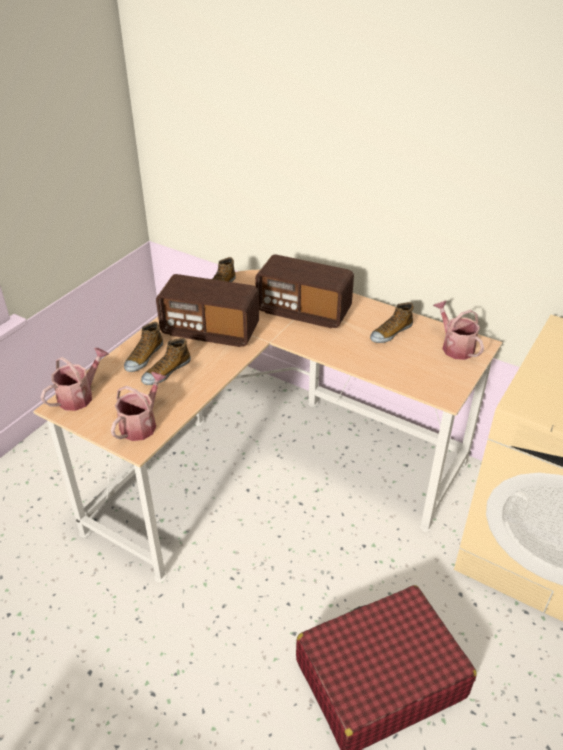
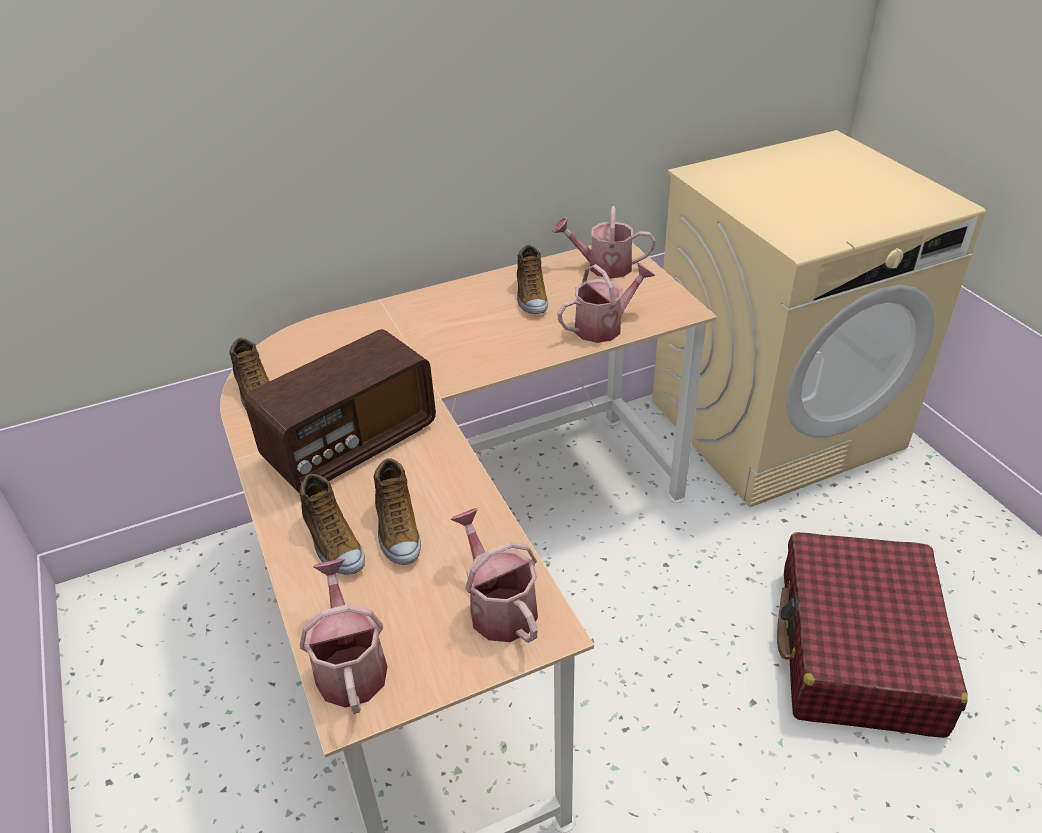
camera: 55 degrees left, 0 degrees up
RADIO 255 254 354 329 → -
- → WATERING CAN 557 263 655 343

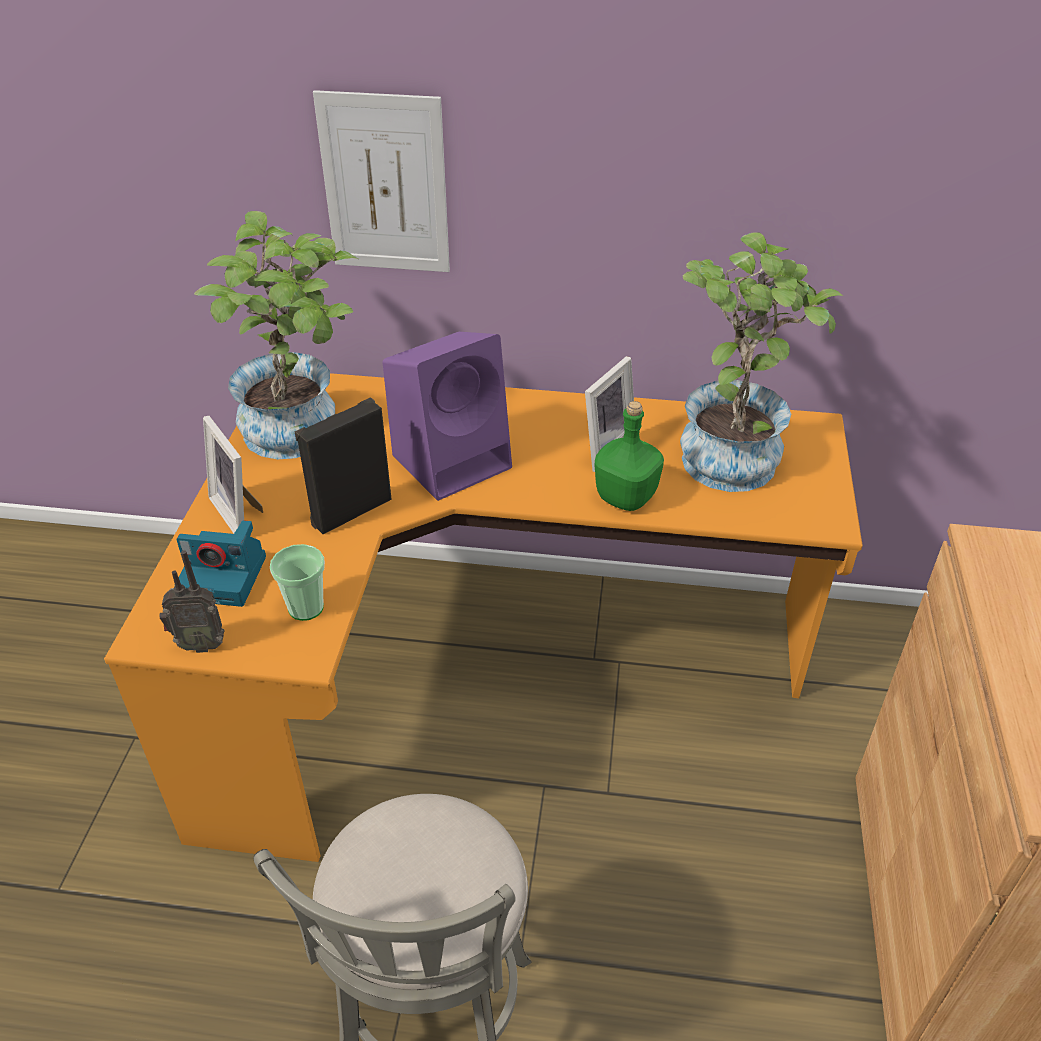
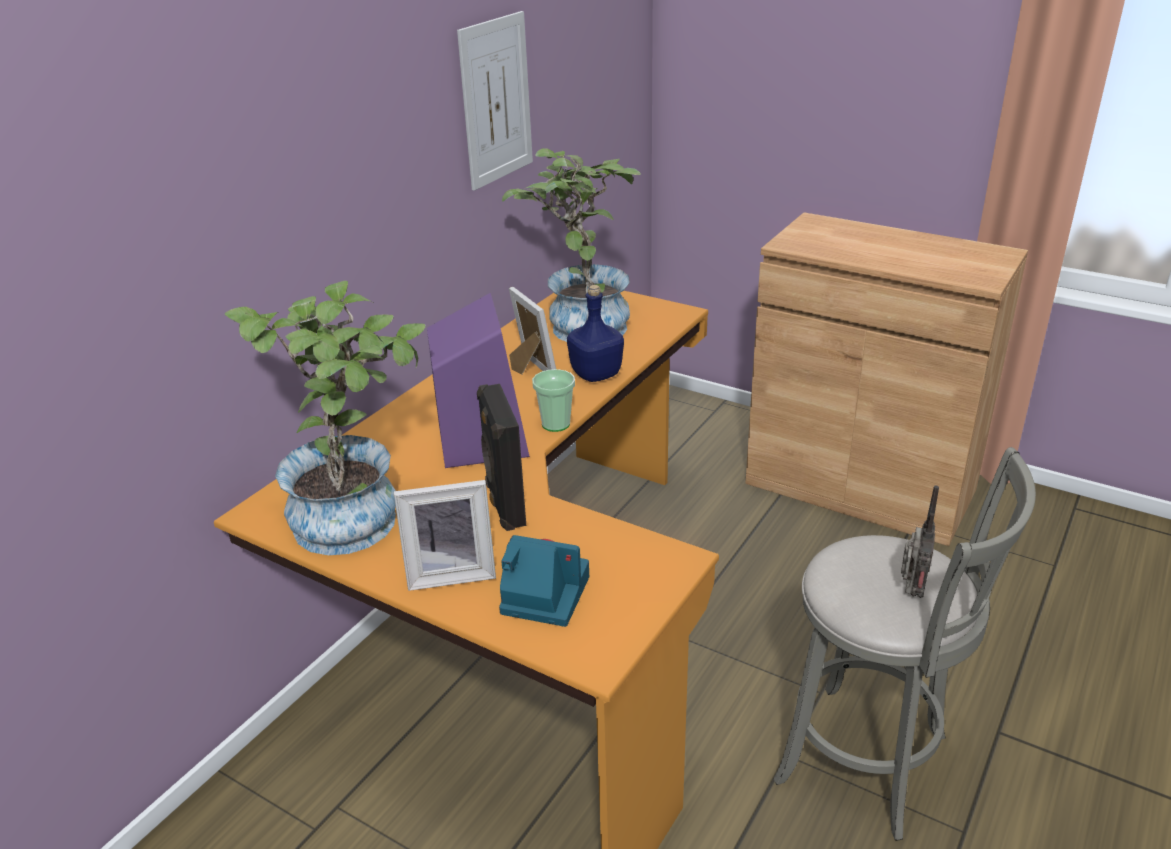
camera: 65 degrees left, 10 degrees down
RADIO 159 550 225 653 → RADIO 901 486 939 598, relocated
PHOTO CAMERA 177 520 266 607 → PHOTO CAMERA 499 535 589 627, 105 degrees counterclockwise
CUP 270 544 325 621 → CUP 532 369 575 432, relocated
PICTURE 313 90 450 272 → PICTURE 457 11 533 191, relocated
GREEN BOTTLE 595 401 664 511 → BLUE BOTTLE 567 285 624 382

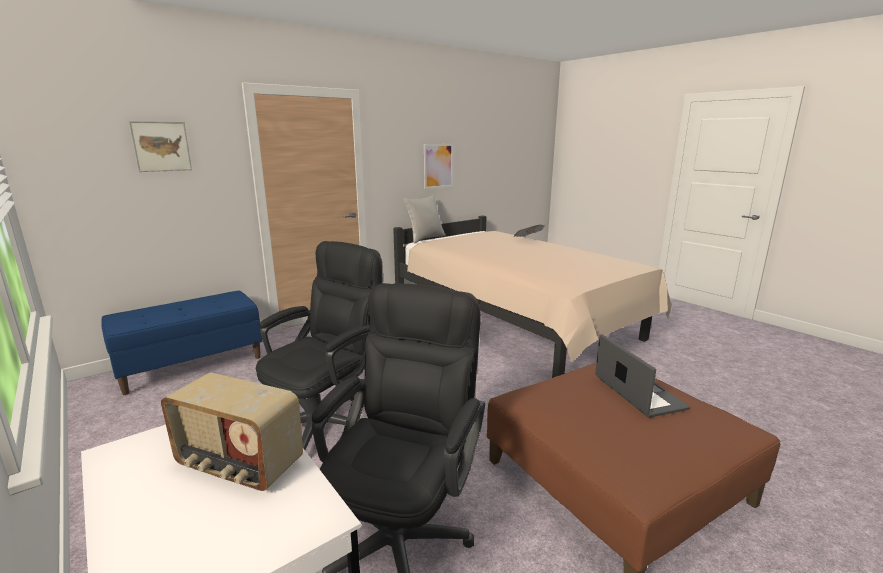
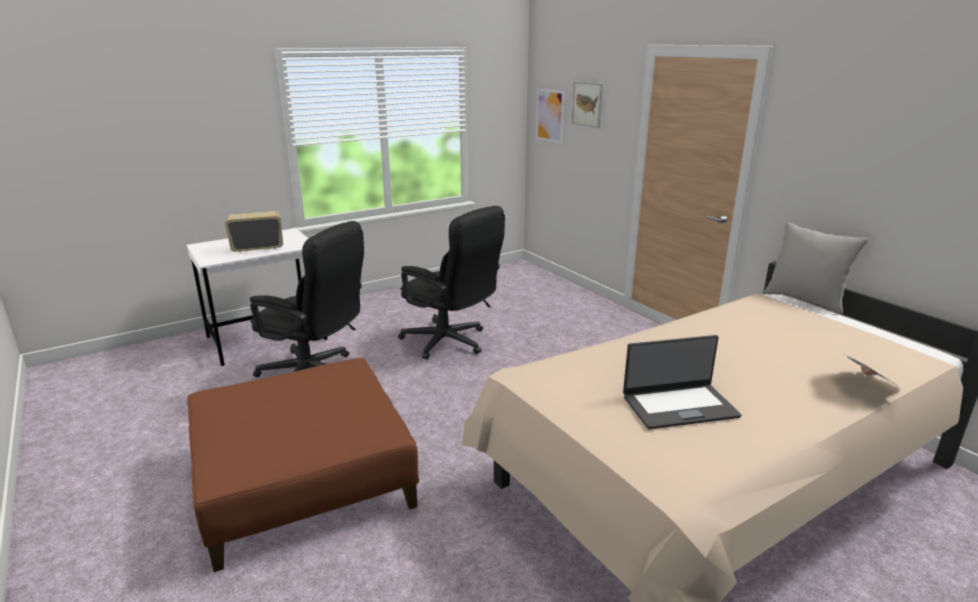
camera: 95 degrees right, 5 degrees up
BLUE BENCH 101 291 262 395 → -
RADIO 161 372 303 491 → RADIO 225 211 283 253, 45 degrees clockwise
PICTURE 424 144 453 189 → PICTURE 536 89 565 144, relocated
LAPTOP 595 334 690 418 → LAPTOP 623 335 741 429, relocated

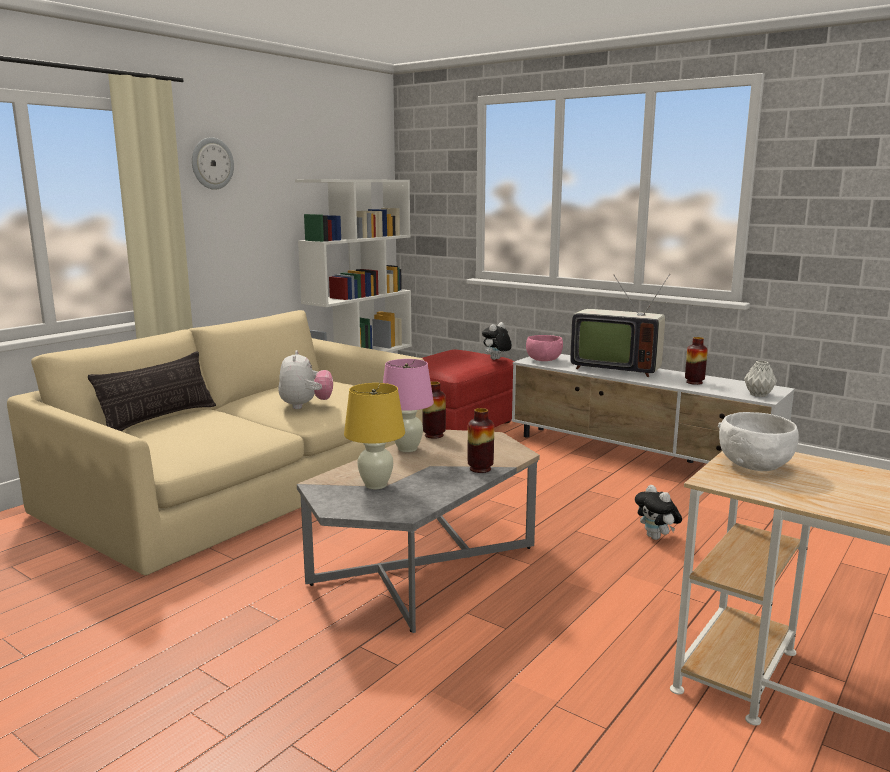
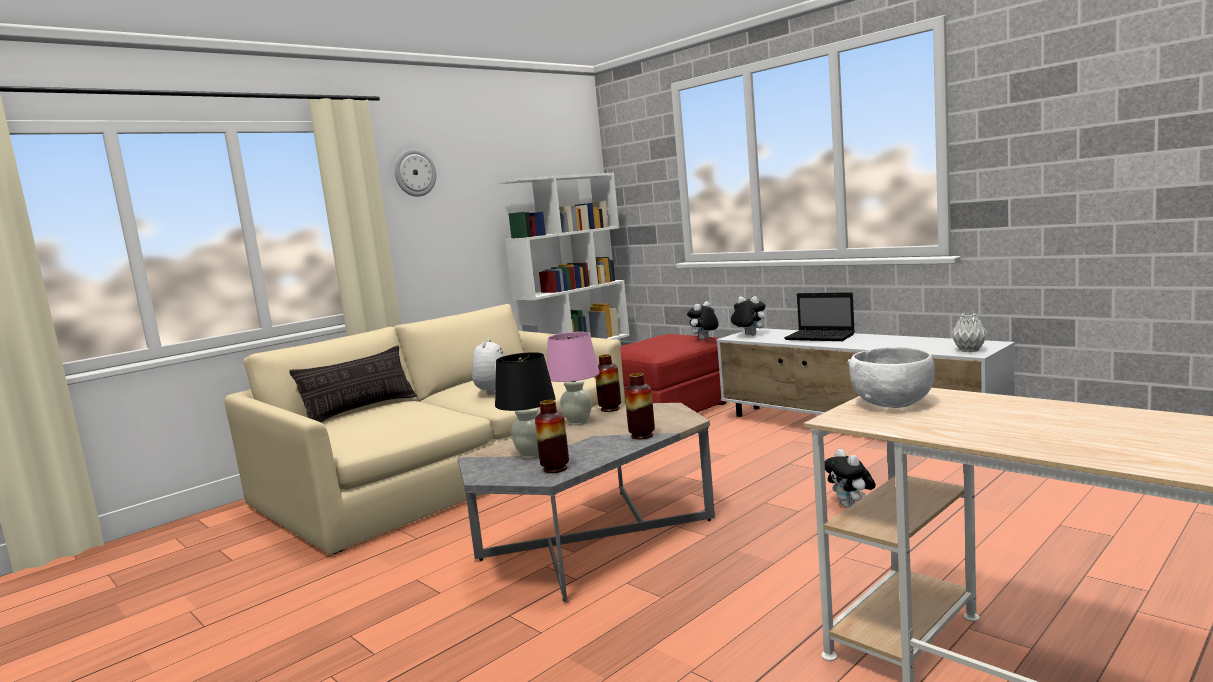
camera: 10 degrees right, 5 degrees down
YELLOW TABLE LAMP 344 383 405 489 → BLACK TABLE LAMP 495 352 556 459
PINK BOWL 526 335 563 361 → PLUSH TOY 731 296 766 336
TELEVISION 570 274 670 377 → LAPTOP 784 292 855 341
VASE 685 337 708 385 → VASE 535 400 569 473, relocated

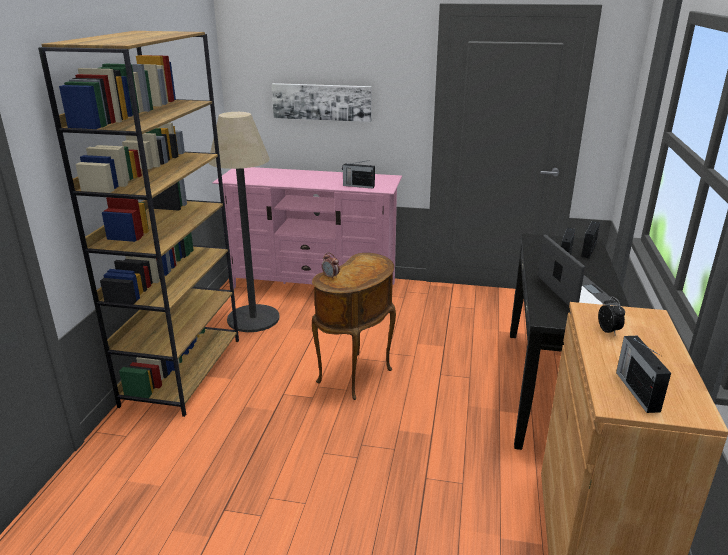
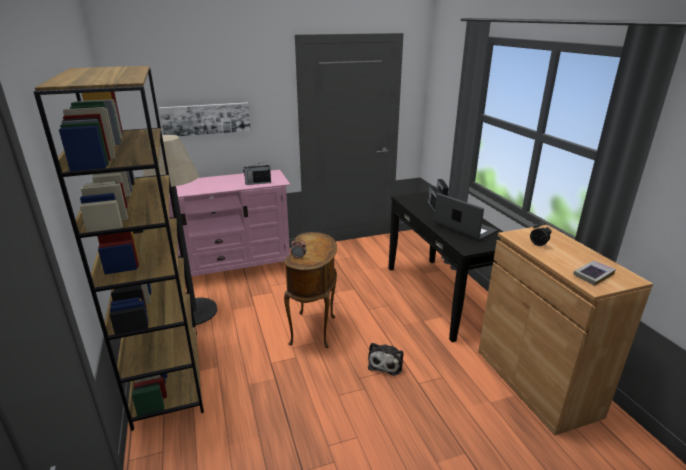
camera: 30 degrees left, 0 degrees up
RADIO 616 336 671 413 → BOOK 573 261 616 286
- → PLUSH TOY 368 343 403 376

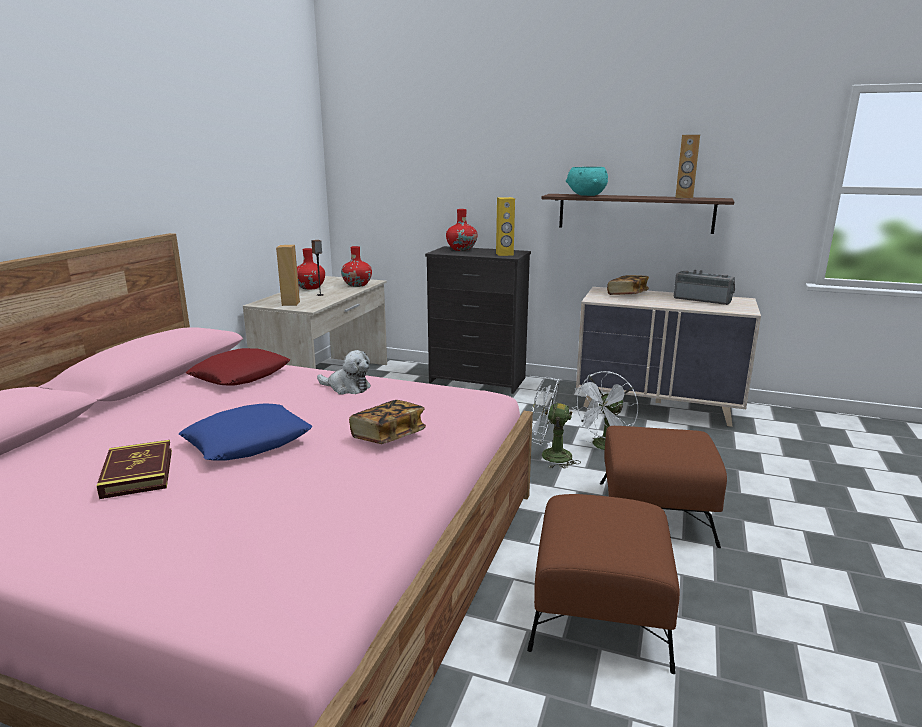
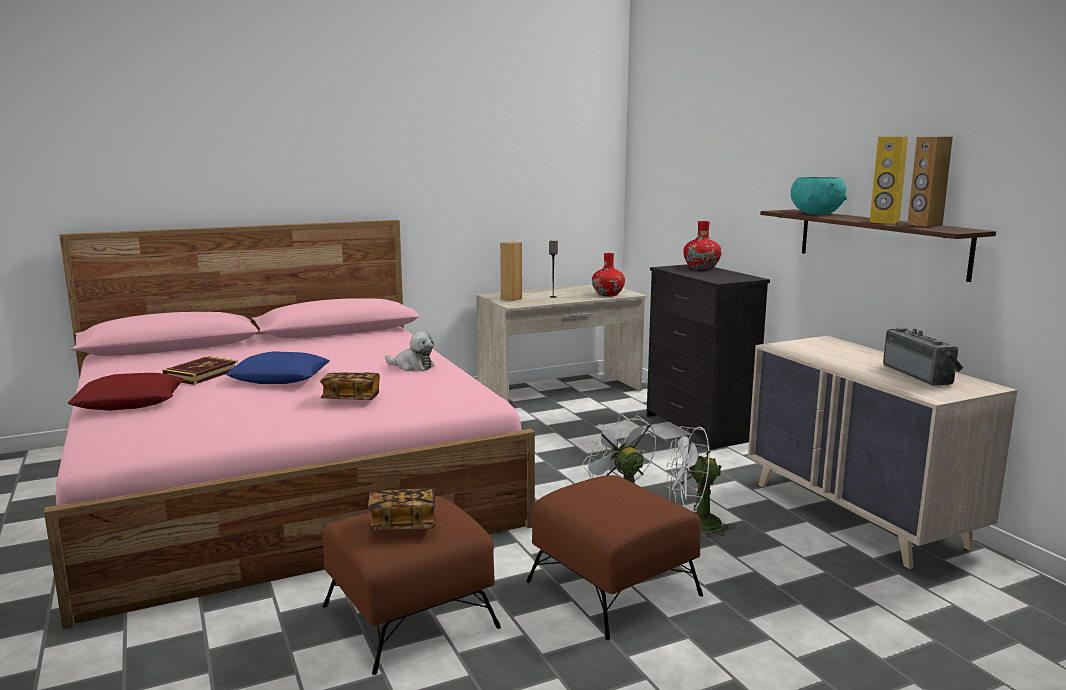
camera: 45 degrees right, 5 degrees down
RED PILLOW 186 348 290 386 → RED PILLOW 67 373 185 411, relocated
RED VASE 297 248 325 290 → -
PLUSH TOY 317 350 371 395 → PLUSH TOY 385 331 435 371, 45 degrees counterclockwise
YELLOW SPEAKER 496 197 515 256 → YELLOW SPEAKER 870 137 908 224, relocated
BOOK 607 275 649 295 → BOOK 368 488 436 530, relocated

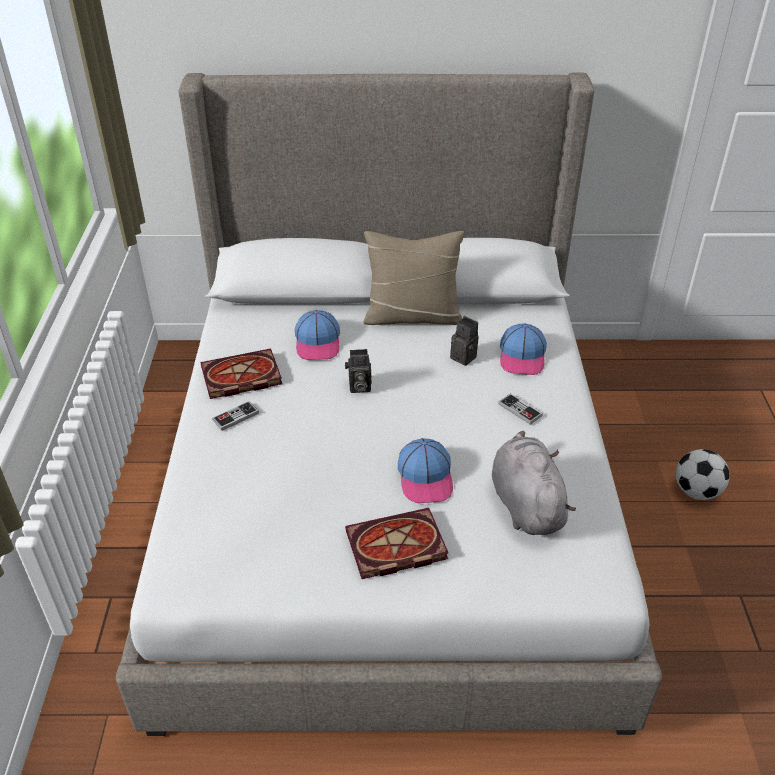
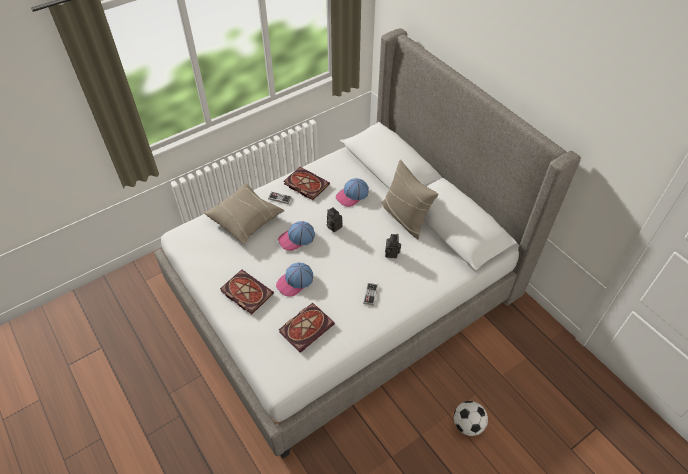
camera: 55 degrees right, 10 degrees up
GREY PLUSH TOY 492 431 576 535 → BOOK 279 303 335 353
CAP 500 323 547 375 → CAP 278 221 315 251, relocated
- → BEIGE PILLOW 204 183 285 244

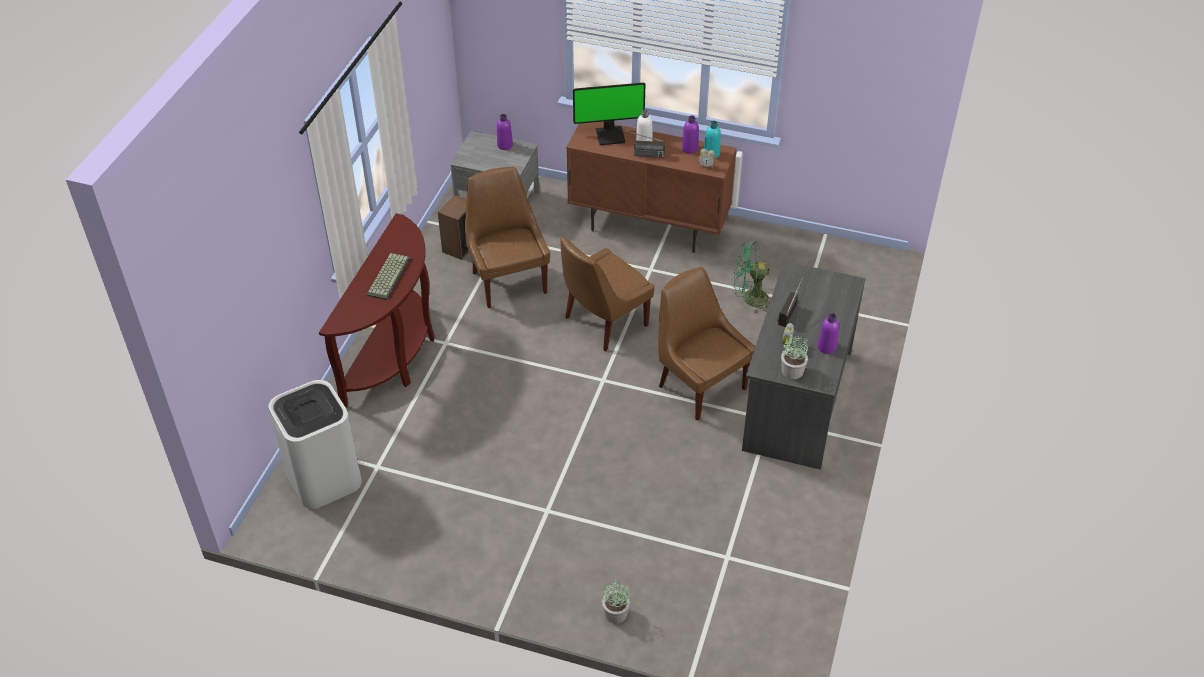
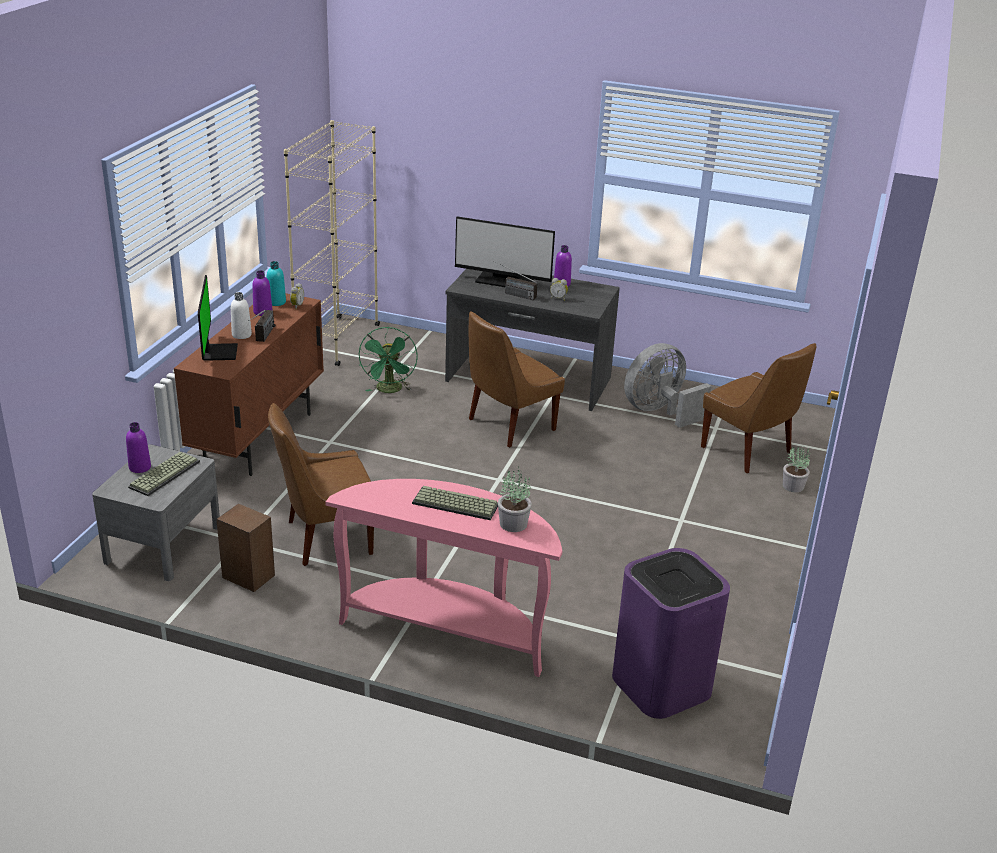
camera: 90 degrees left, 15 degrees down
WHITE TRASH CAN 268 380 362 509 → PURPLE TRASH CAN 612 548 730 719
BROWN CONSOLE TABLE 319 213 435 408 → PINK CONSOLE TABLE 325 479 562 677
BROWN CHAIR 560 236 655 351 → BROWN CHAIR 701 343 817 473, relocated
POTTED PLANT 781 333 808 379 → POTTED PLANT 498 467 532 532, relocated
- → KEYBOARD 128 452 200 496
- → BEIGE BOOKCASE 284 120 380 366
- → MONITOR 455 216 555 287
- → GREY FAN 624 343 712 428

